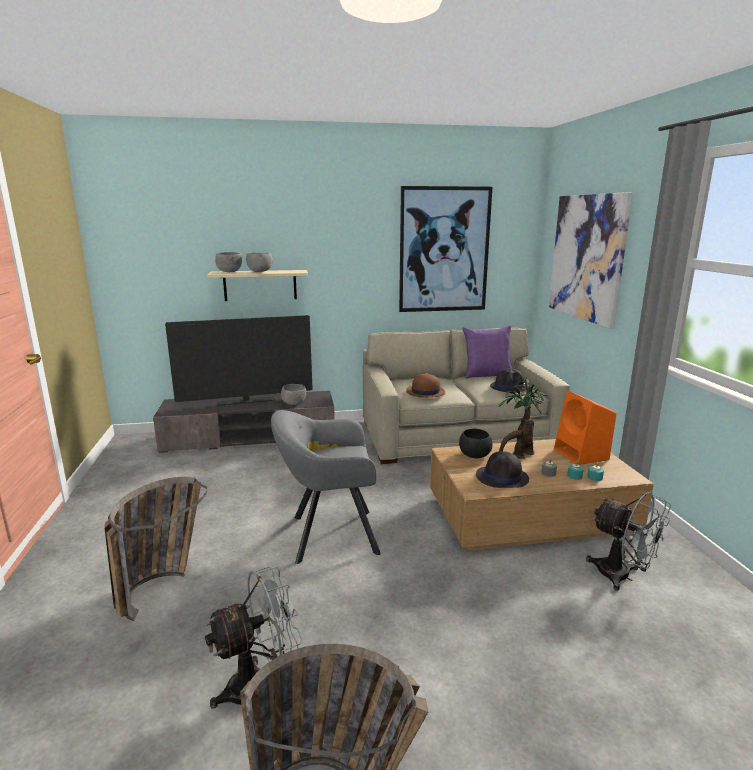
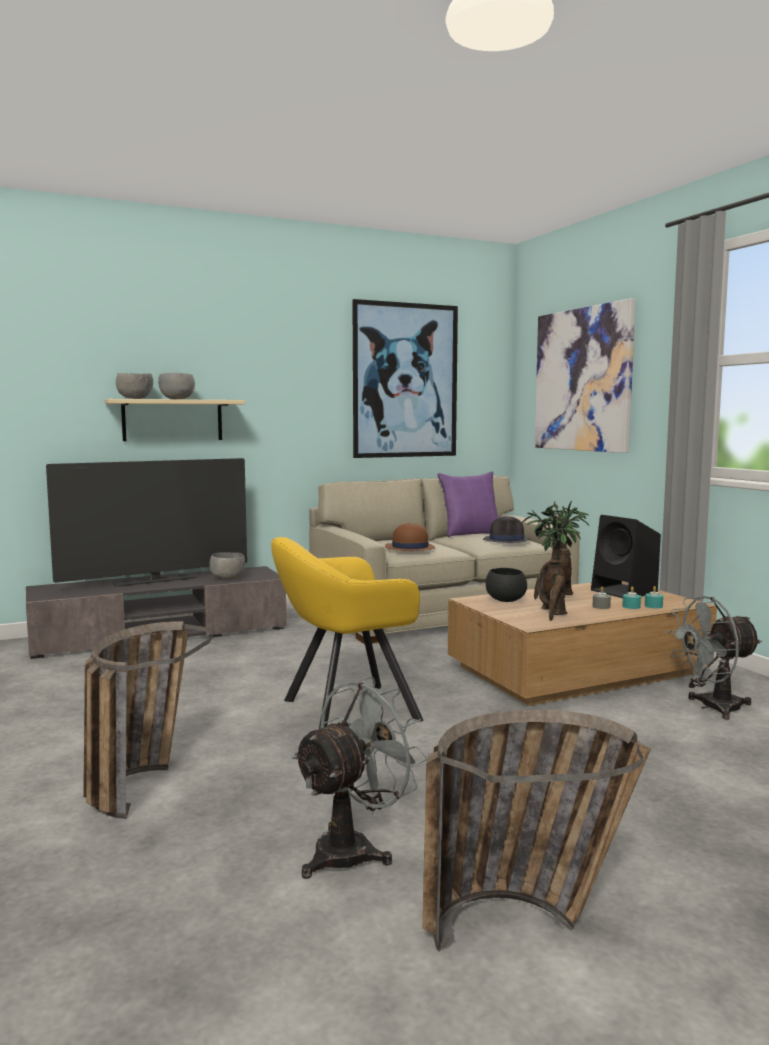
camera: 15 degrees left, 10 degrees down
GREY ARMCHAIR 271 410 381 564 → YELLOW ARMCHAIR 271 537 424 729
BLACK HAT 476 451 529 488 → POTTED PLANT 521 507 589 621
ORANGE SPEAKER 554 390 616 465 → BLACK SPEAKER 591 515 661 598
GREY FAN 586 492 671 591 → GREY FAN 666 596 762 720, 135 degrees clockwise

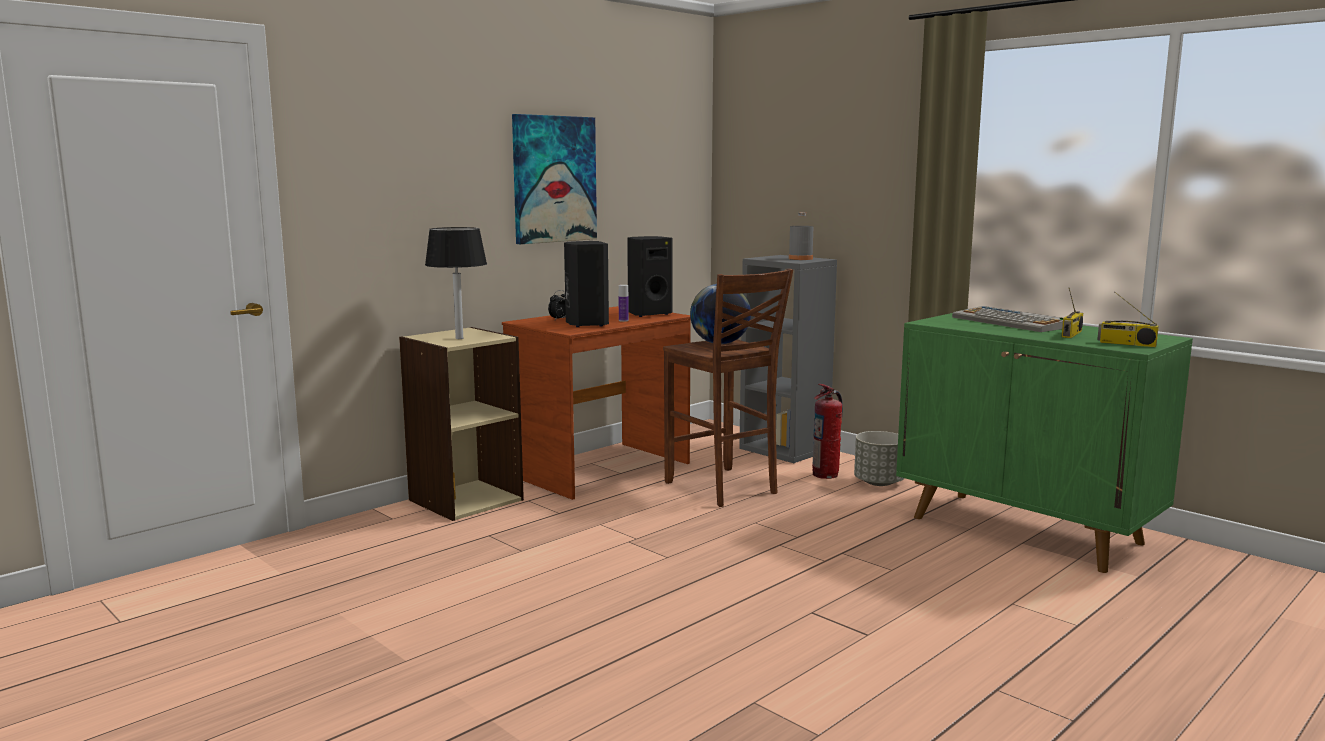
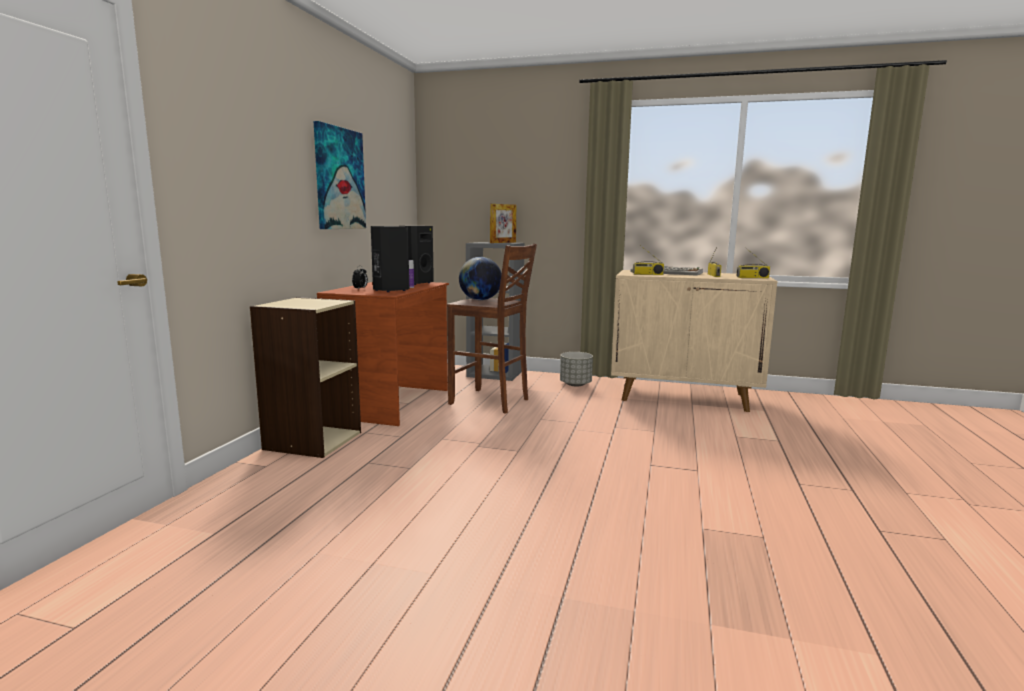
camera: 30 degrees left, 0 degrees up
BLACK TABLE LAMP 425 227 487 339 → -
GREY BOTTLE 789 212 813 260 → PICTURE FRAME 490 204 516 243
FIRE EXTINGUISHER 812 384 843 479 → -
GREEN CABINET 896 313 1193 573 → BEIGE CABINET 611 270 778 412
- → RADIO 633 245 664 275

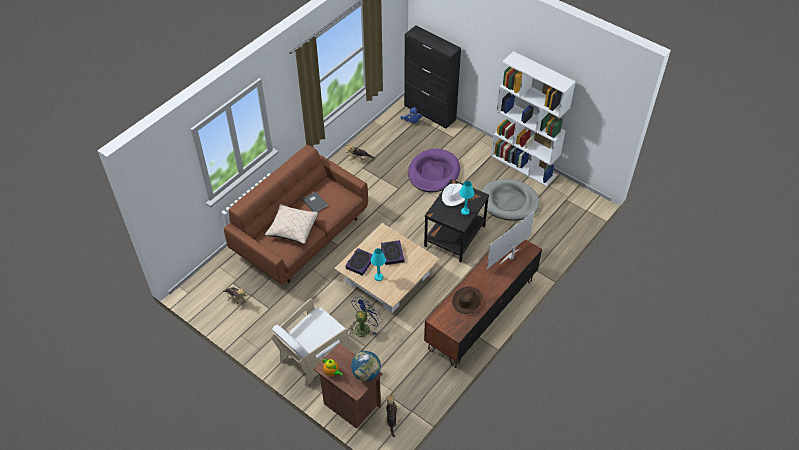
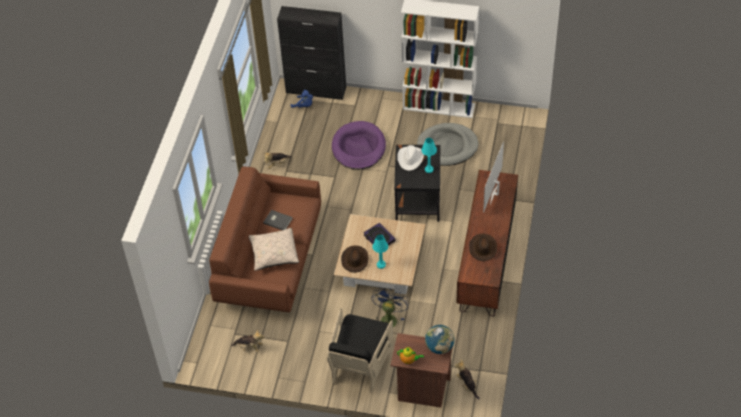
camera: 25 degrees left, 0 degrees up
WHITE ARMCHAIR 271 299 349 386 → BLACK ARMCHAIR 327 308 393 393
BOOK 345 248 373 276 → BROWN HAT 341 246 369 273

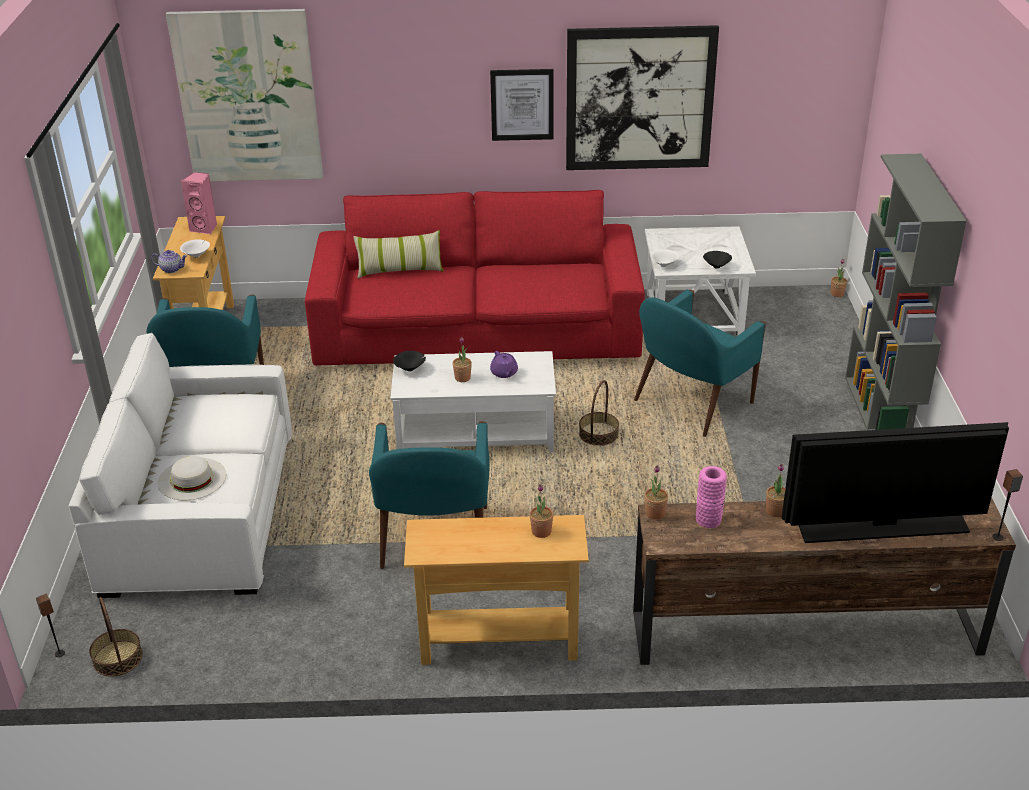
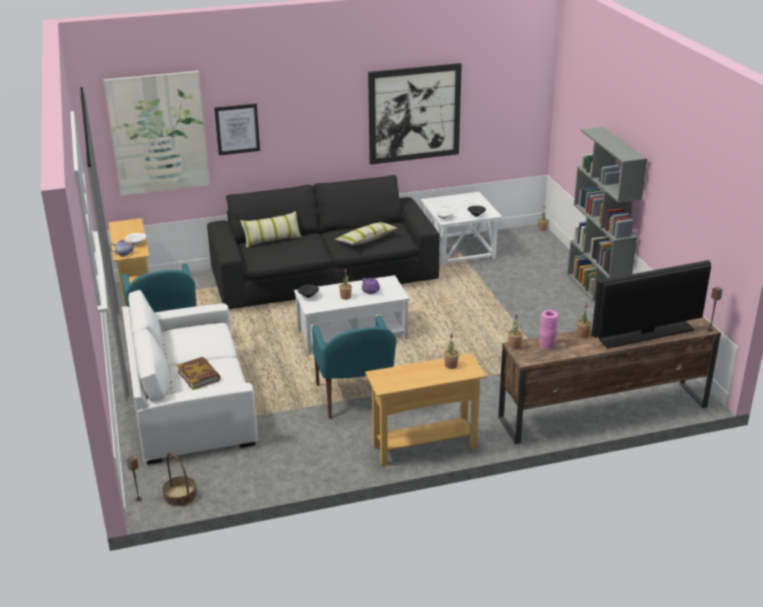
camera: 15 degrees left, 5 degrees down
WHITE HAT 158 456 226 501 → BOOK 177 357 221 390
PINK SPEAKER 181 172 217 234 → -
RED SOFA 305 190 645 365 → BLACK SOFA 207 175 440 309
PICTURE 490 69 554 141 → PICTURE 214 104 260 155, relocated
BASKET 579 380 619 446 → -
TURQUOISE ARMCHAIR 634 290 766 437 → -
- → PILLOW 335 222 398 246

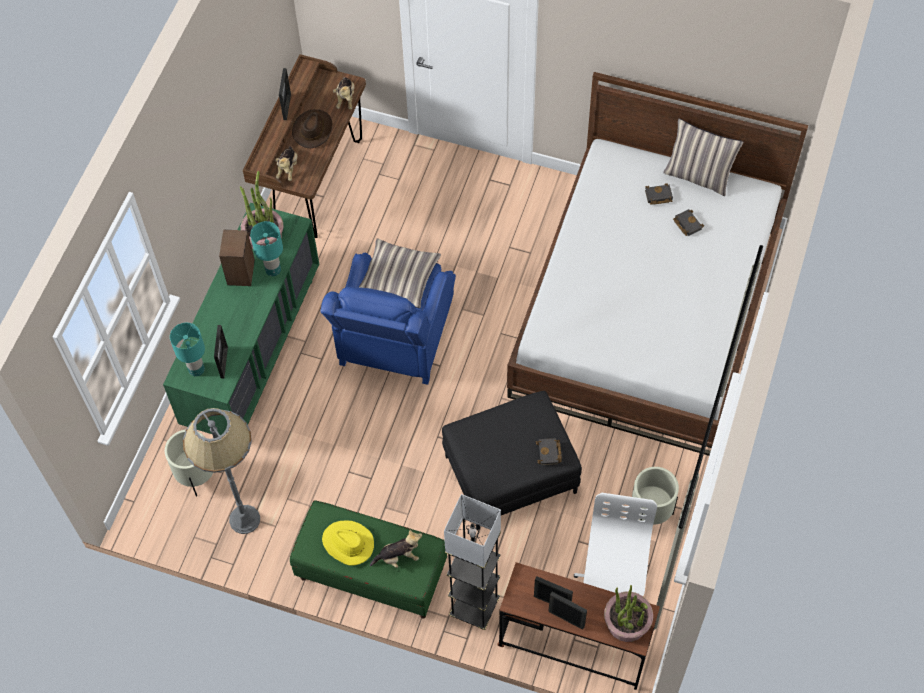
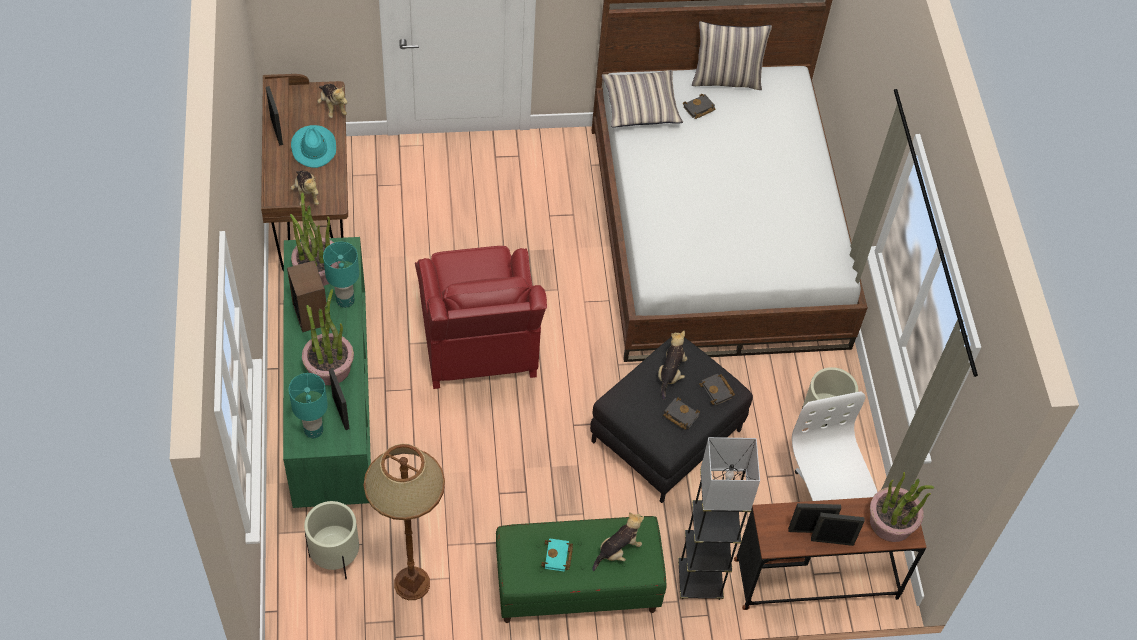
camera: 30 degrees left, 5 degrees down
GREY FLOOR LAMP 183 408 260 534 → BROWN FLOOR LAMP 364 444 445 600
BROWN HAT 292 109 333 148 → TURQUOISE HAT 291 125 336 168
BLUE ARMCHAIR 320 253 456 385 → RED ARMCHAIR 415 246 547 389
YELLOW HAT 322 521 374 566 → TURQUOISE BOOK 541 538 573 572
PILLOW 359 238 441 308 → PILLOW 602 70 683 128, relocated
BLACK BOOK 673 209 704 236 → BLACK BOOK 663 397 700 430, relocated
- → POTTED PLANT 302 289 354 385
- → PLUSH TOY 658 330 687 400

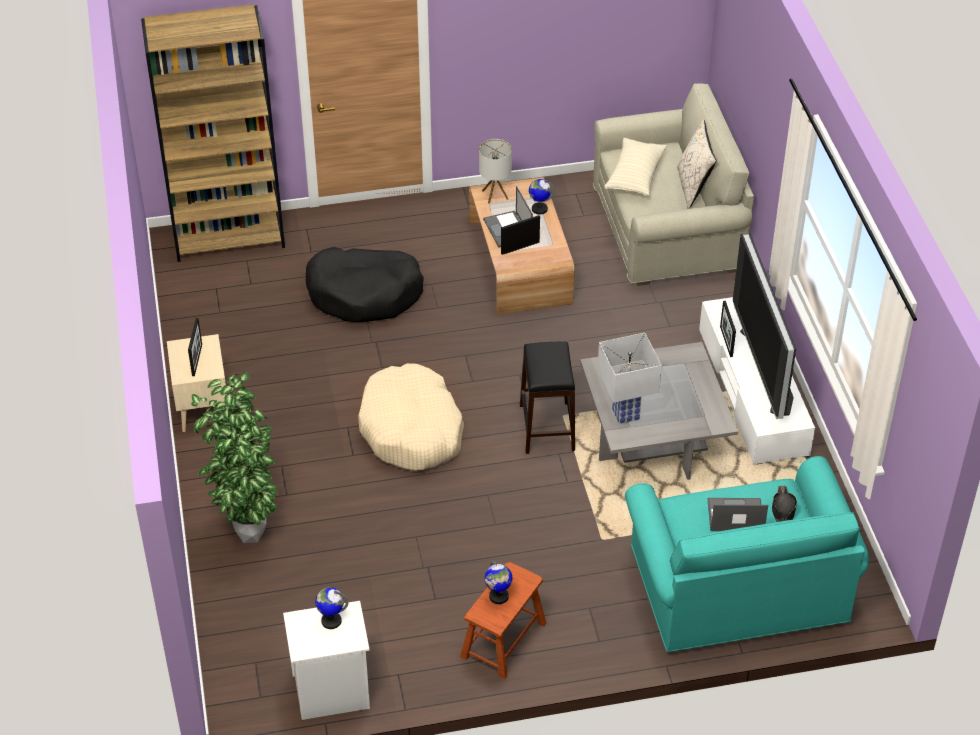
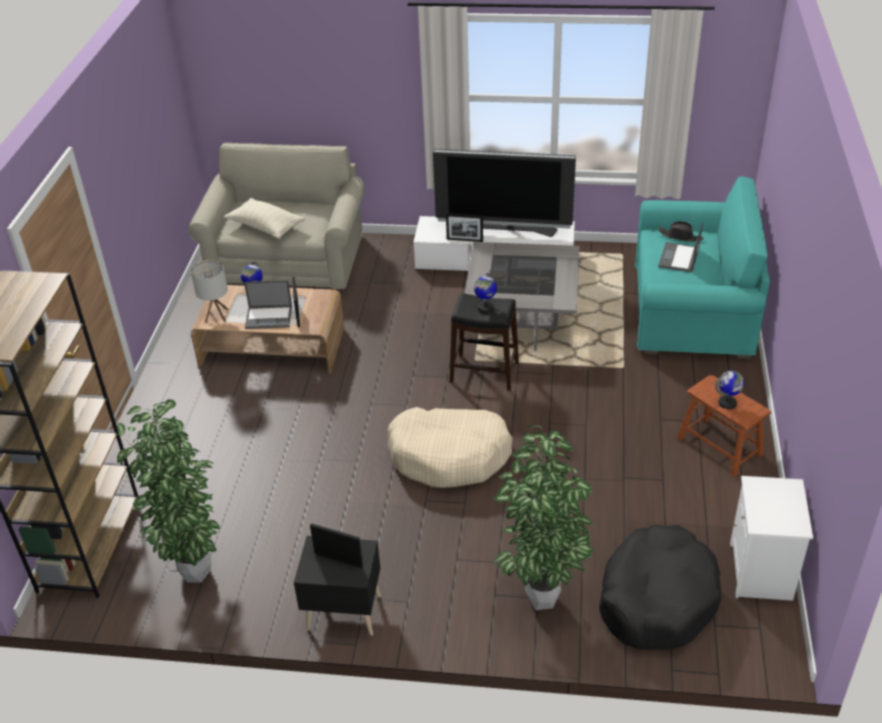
camera: 70 degrees left, 5 degrees down
BEIGE NIGHTSTAND 167 334 227 432 → BLACK NIGHTSTAND 294 536 381 635
BLACK DOG BED 306 247 424 322 → BLACK DOG BED 599 525 721 650, relocated
GLOBE 315 587 348 629 → GLOBE 474 273 497 313, relocated
WHITE TABLE LAMP 597 333 662 424 → -
BEIGE PILLOW 677 120 717 209 → -
- → POTTED PLANT 117 399 220 583

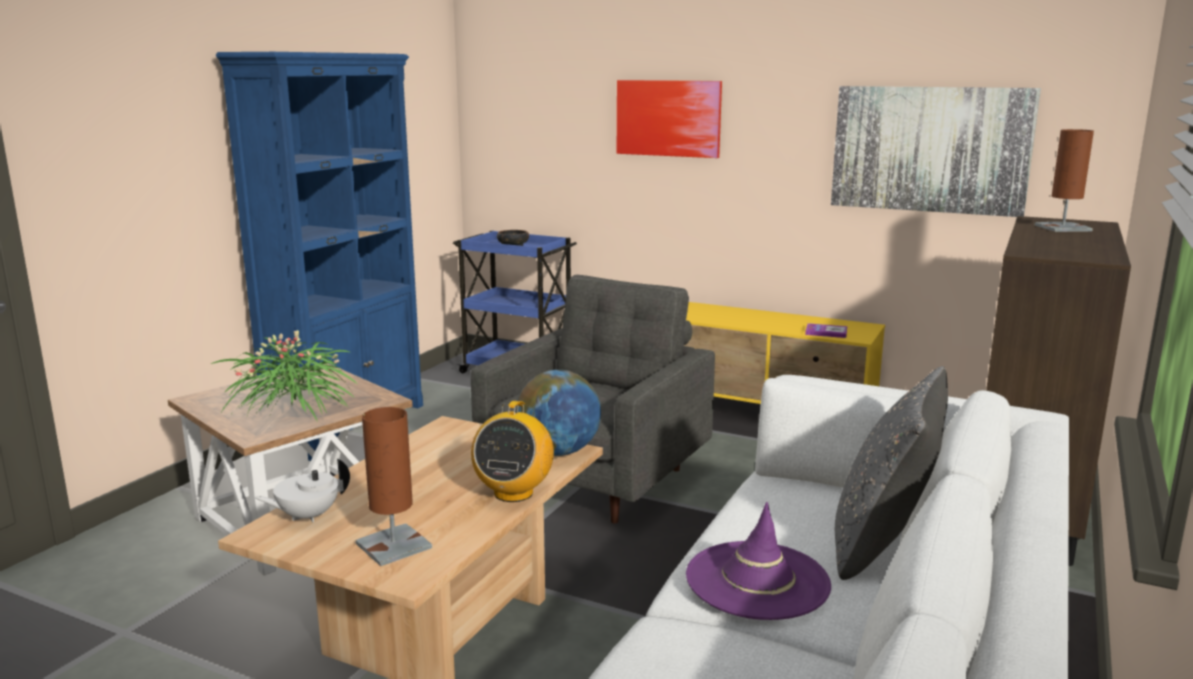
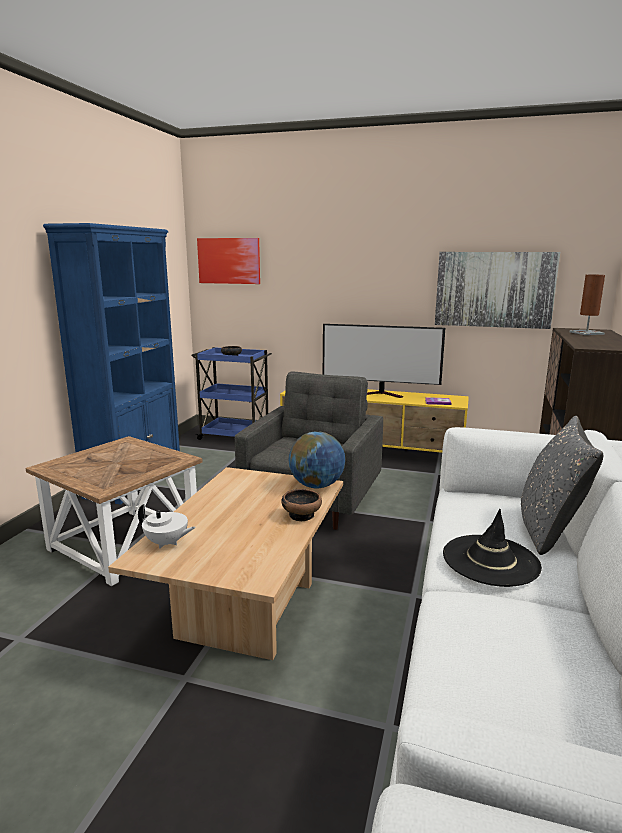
camera: 10 degrees left, 0 degrees up
POTTED PLANT 211 330 357 422 → -
WHITE TEAPOT 255 458 350 522 → WHITE TEAPOT 138 504 196 549, 120 degrees counterclockwise
BROWN TABLE LAMP 355 407 432 566 → -
RADIO 471 401 554 502 → BOWL 281 489 322 522
PICTURE 617 80 722 158 → PICTURE 197 238 260 284, relocated
PURPLE HAT 686 502 831 620 → BLACK HAT 443 509 542 587
- → TELEVISION 323 324 445 398

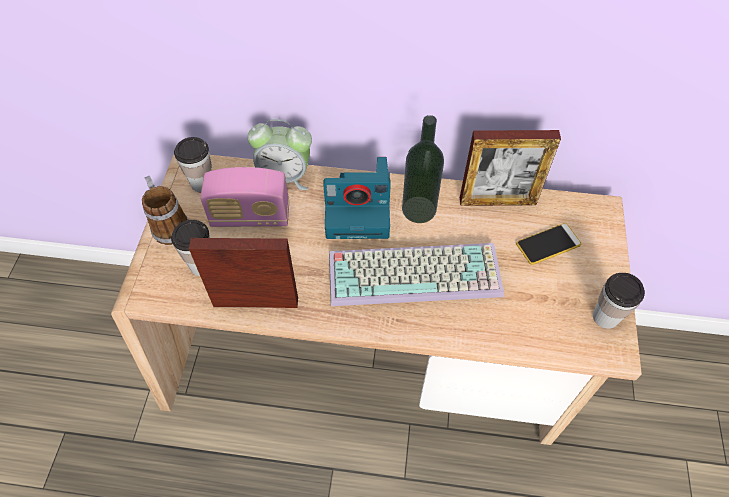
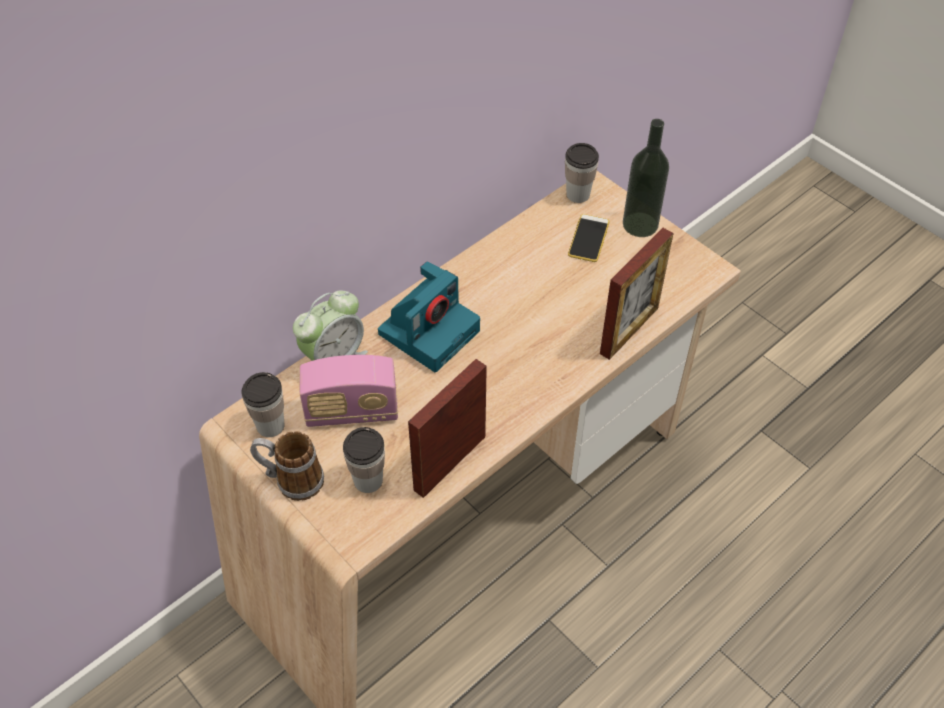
camera: 50 degrees left, 5 degrees down
RADIO 200 167 289 227 → RADIO 300 355 398 427, 45 degrees clockwise
KEYBOARD 329 243 504 306 → -
BOTTLE 402 115 444 223 → BOTTLE 623 119 669 237, relocated
PICTURE FRAME 460 130 561 206 → PICTURE FRAME 600 228 674 360, relocated
CUP 593 273 645 329 → CUP 565 143 599 203, relocated

